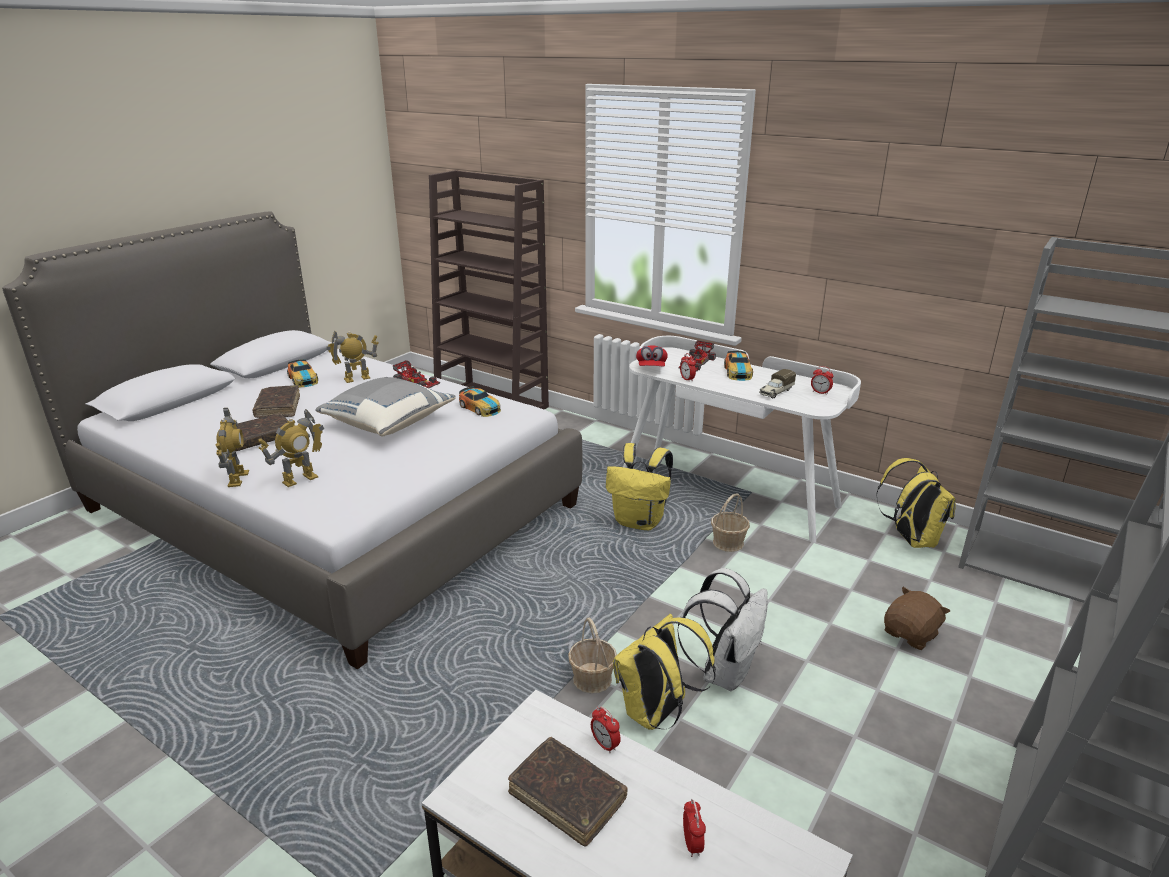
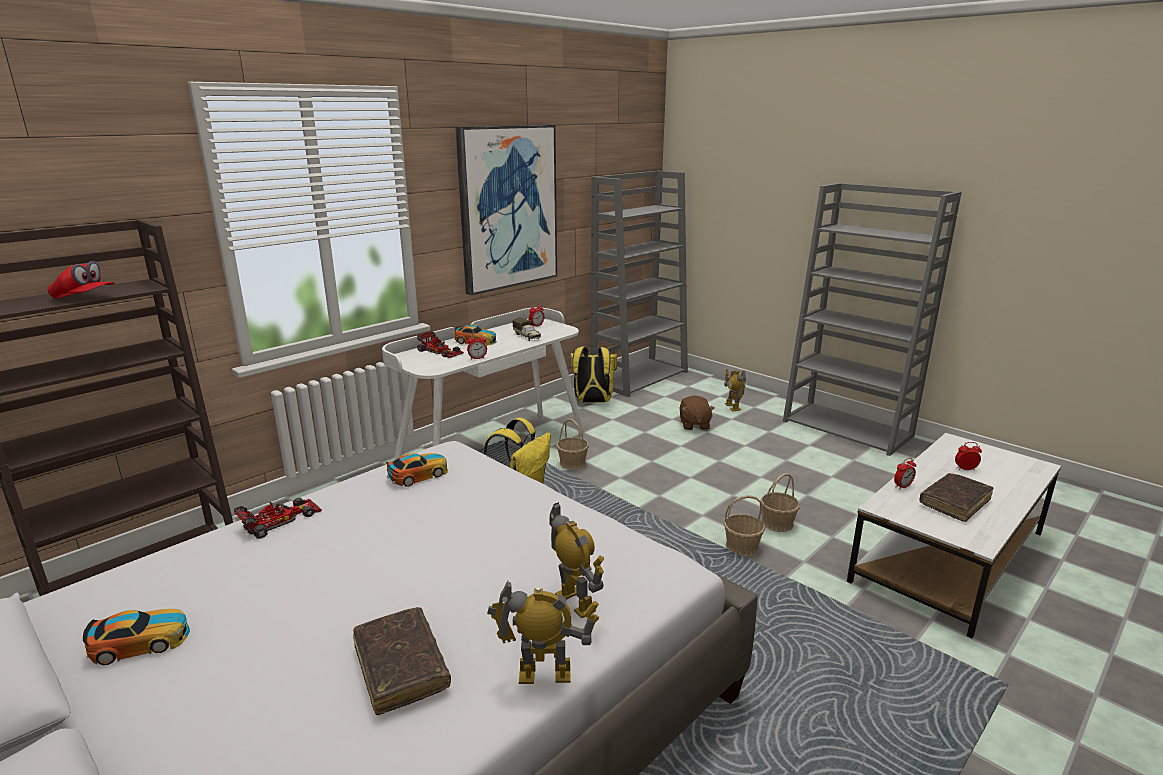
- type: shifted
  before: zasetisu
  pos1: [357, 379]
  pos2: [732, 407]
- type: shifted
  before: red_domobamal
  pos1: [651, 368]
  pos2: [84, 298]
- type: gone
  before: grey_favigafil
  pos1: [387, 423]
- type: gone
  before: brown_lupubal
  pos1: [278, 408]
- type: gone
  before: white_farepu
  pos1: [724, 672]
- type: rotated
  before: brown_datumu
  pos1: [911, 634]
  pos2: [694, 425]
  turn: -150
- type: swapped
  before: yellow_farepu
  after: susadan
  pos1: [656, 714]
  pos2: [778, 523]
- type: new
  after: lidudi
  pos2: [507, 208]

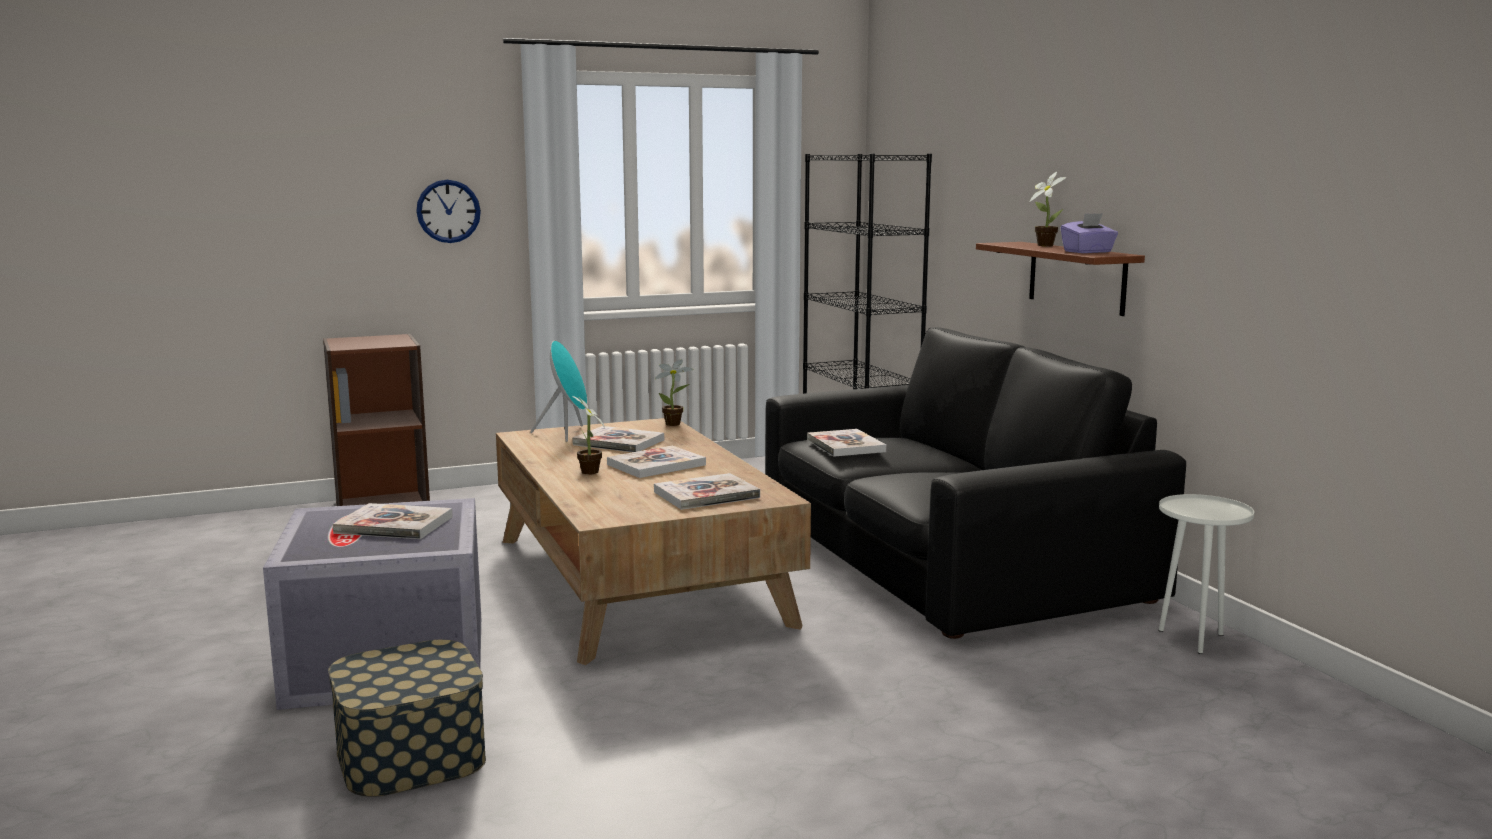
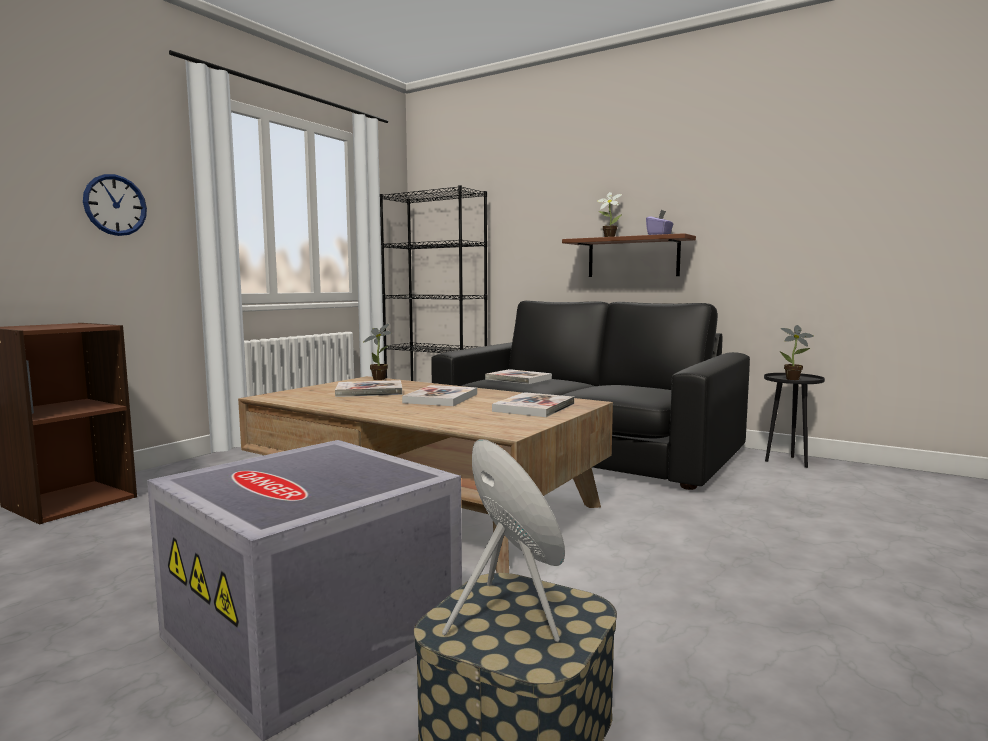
- type: shifted
  before: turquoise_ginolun
  pos1: [567, 433]
  pos2: [508, 614]
- type: shifted
  before: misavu
  pos1: [589, 473]
  pos2: [794, 379]
- type: repainted
  before: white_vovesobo
  after: black_vovesobo
  pos1: [1193, 639]
  pos2: [788, 461]
- type: gone
  before: lupubal
  pos1: [394, 525]

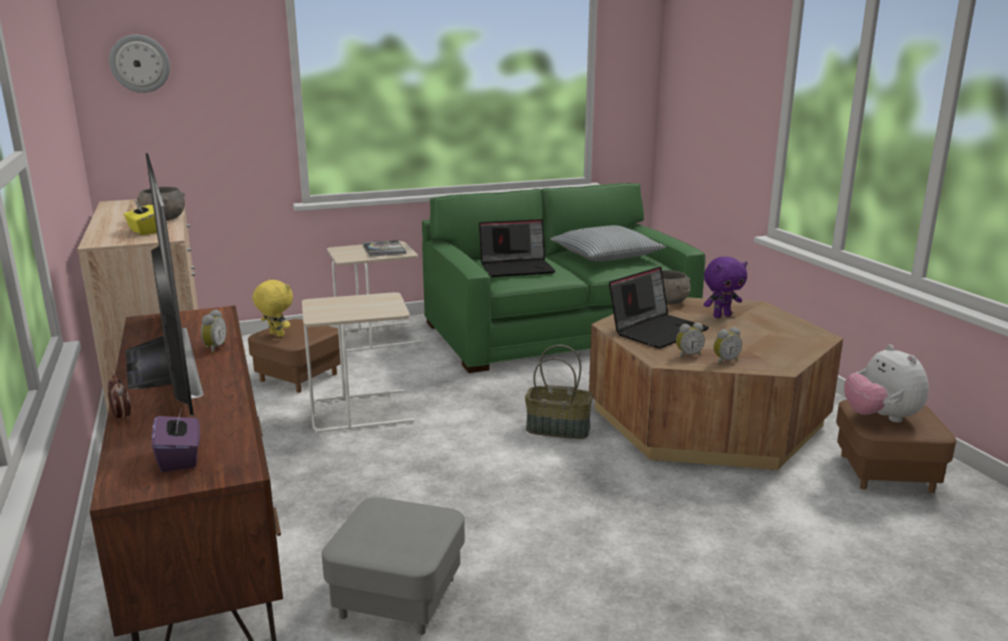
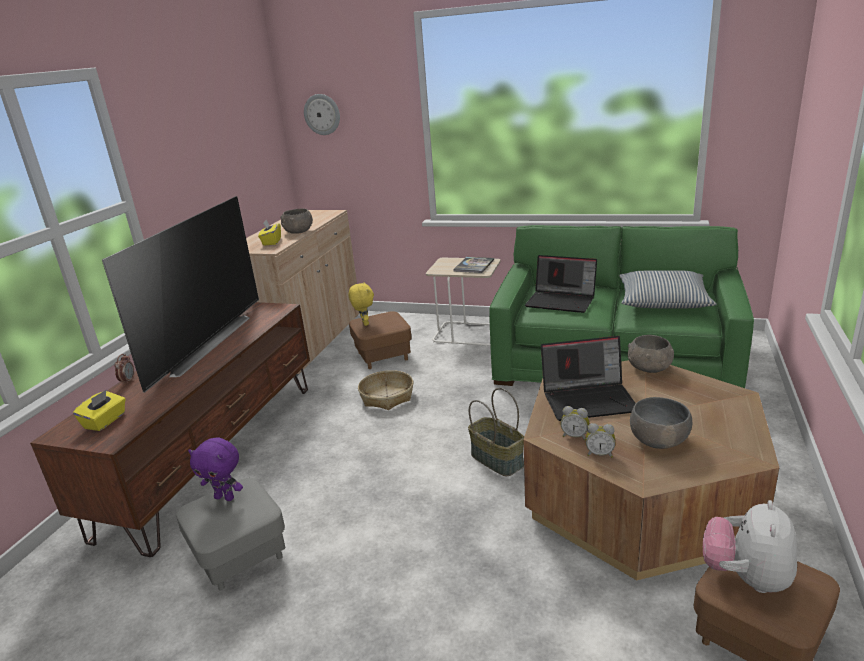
- type: shifted
  before: purple_datumu
  pos1: [721, 316]
  pos2: [225, 497]
- type: swapped
  before: beige_vovesobo
  after: susadan
  pos1: [362, 411]
  pos2: [387, 396]
- type: gone
  before: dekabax
  pos1: [214, 348]
- type: repainted
  before: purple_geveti
  after: yellow_geveti
  pos1: [180, 458]
  pos2: [105, 421]
- type: new
  after: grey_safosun
  pos2: [658, 441]

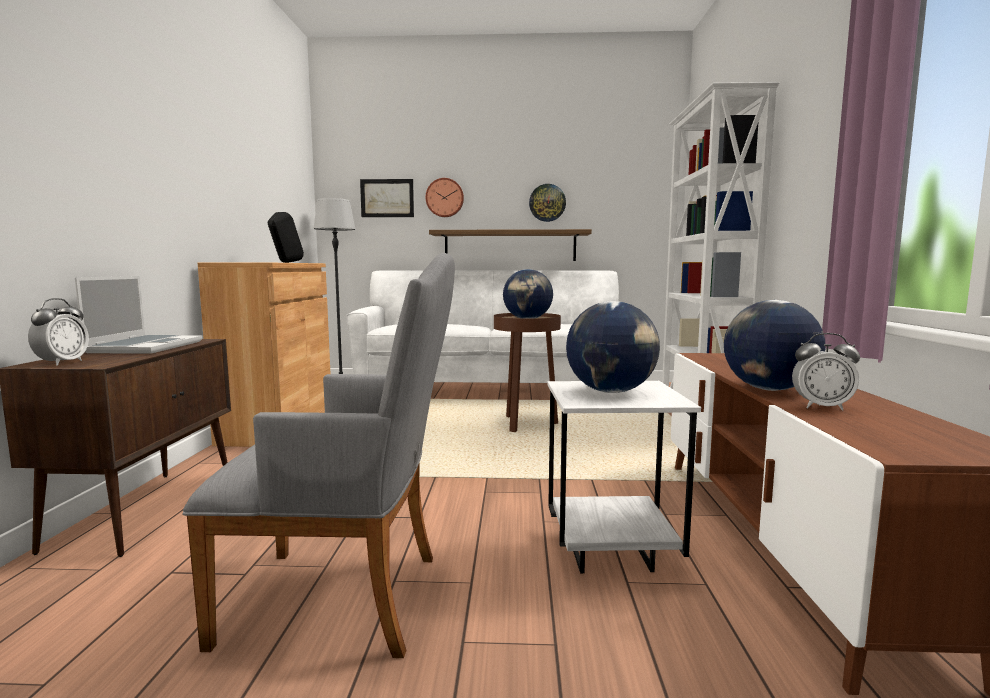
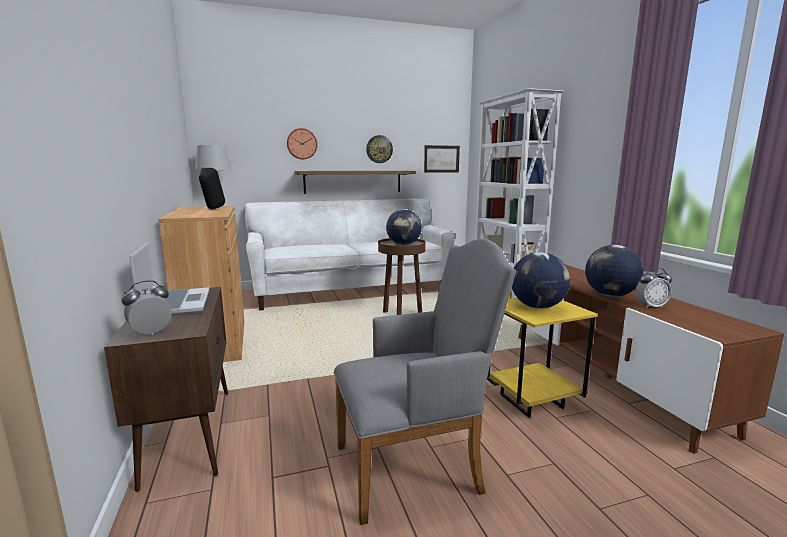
- type: shifted
  before: lidudi
  pos1: [387, 198]
  pos2: [441, 159]
- type: rotated
  before: dekabax
  pos1: [62, 363]
  pos2: [151, 333]
  turn: -120
- type: repainted
  before: white_vovesobo
  after: yellow_vovesobo
  pos1: [610, 554]
  pos2: [532, 402]

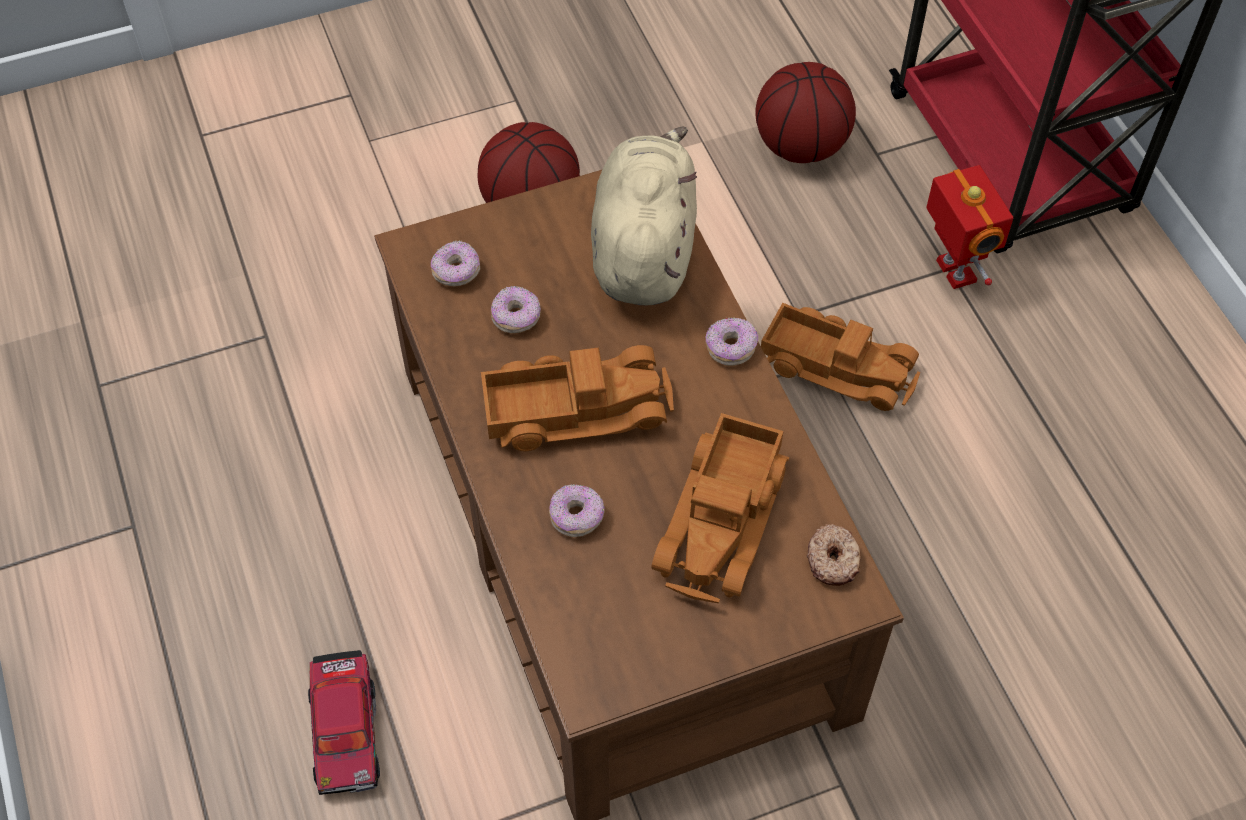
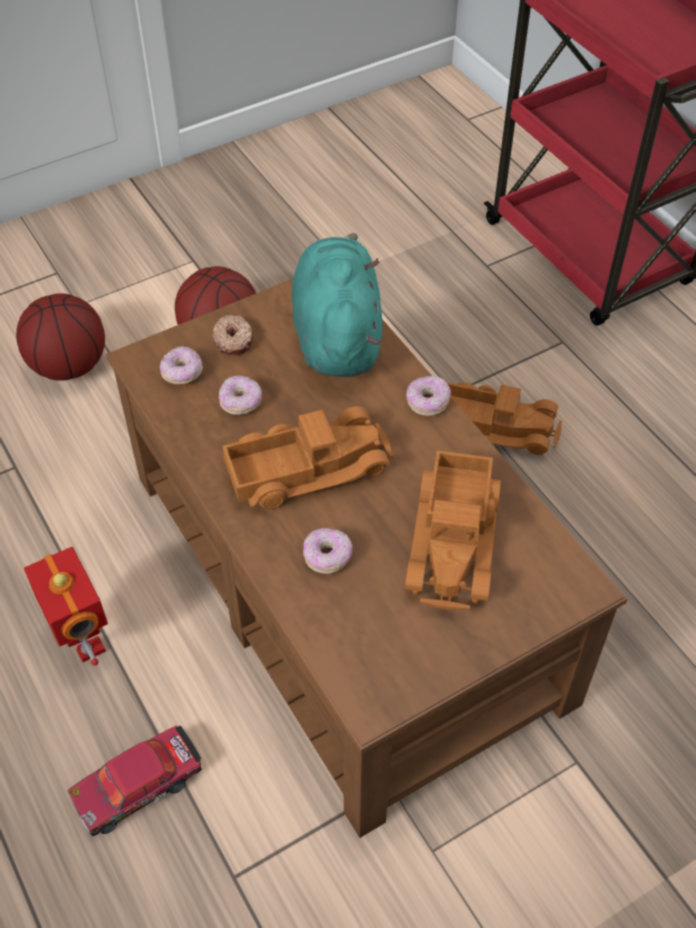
- type: shifted
  before: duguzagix
  pos1: [801, 147]
  pos2: [70, 366]
- type: repainted
  before: beige_datumu
  after: turquoise_datumu
  pos1: [643, 248]
  pos2: [337, 335]
- type: shifted
  before: zasetisu
  pos1: [953, 272]
  pos2: [84, 643]
- type: shifted
  before: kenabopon
  pos1: [833, 560]
  pos2: [234, 340]
- type: rotated
  before: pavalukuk
  pos1: [346, 729]
  pos2: [138, 786]
  turn: 75

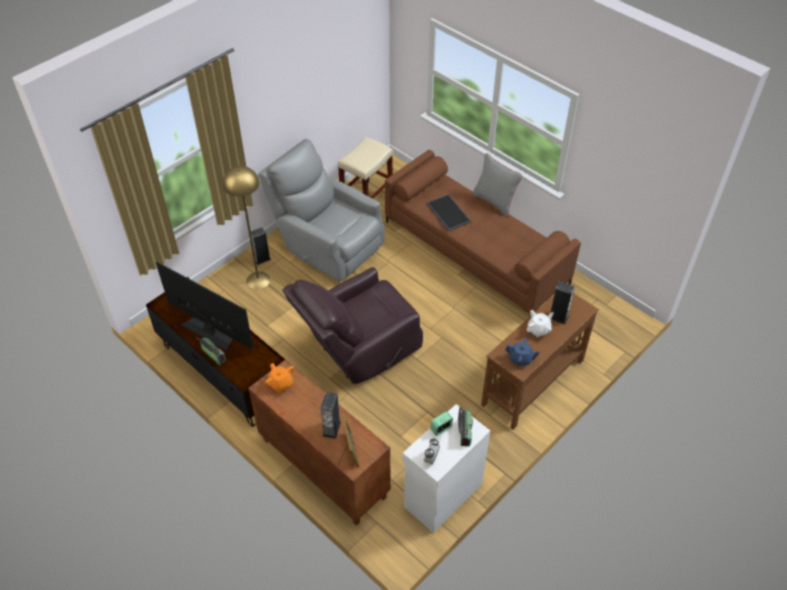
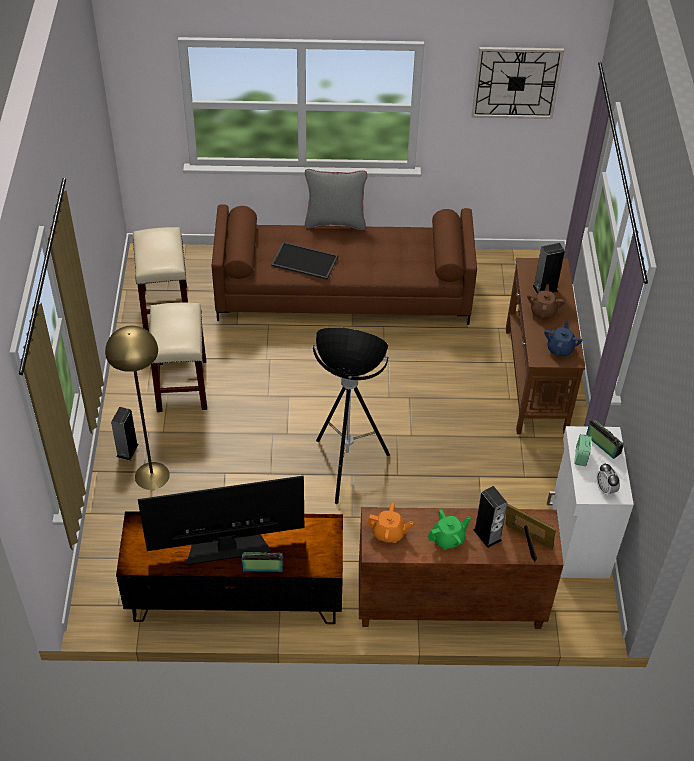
- type: swapped
  before: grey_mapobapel
  after: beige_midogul
  pos1: [327, 244]
  pos2: [181, 385]
- type: swapped
  before: brown_mapobapel
  after: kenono
  pos1: [358, 350]
  pos2: [346, 468]
- type: repainted
  before: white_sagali
  after: brown_sagali
  pos1: [538, 330]
  pos2: [543, 311]
- type: rotated
  before: blue_sagali
  pos1: [520, 359]
  pos2: [560, 349]
  turn: -45
- type: new
  after: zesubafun
  pos2: [516, 82]
- type: new
  after: green_sagali
  pos2: [448, 539]

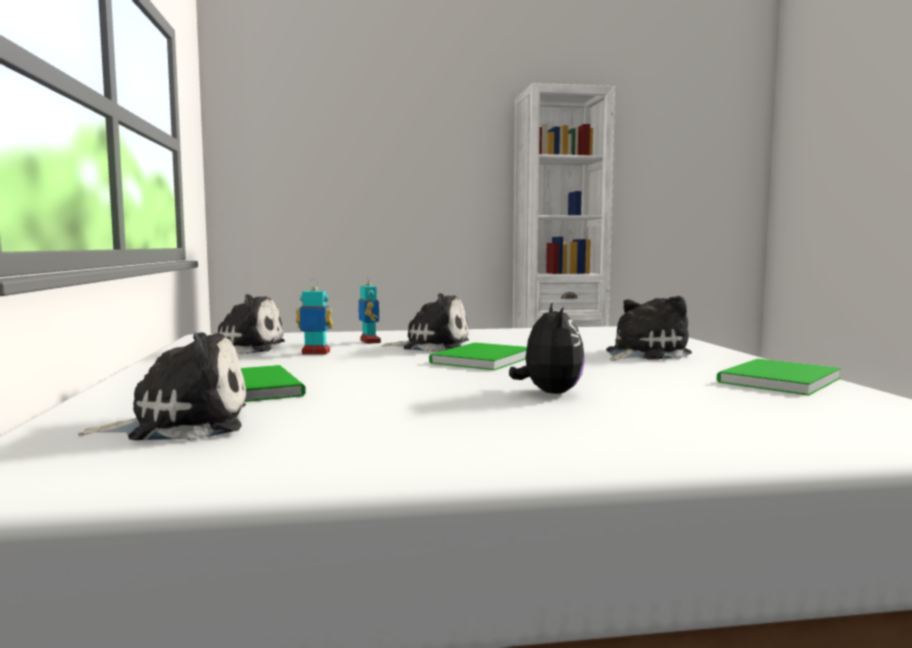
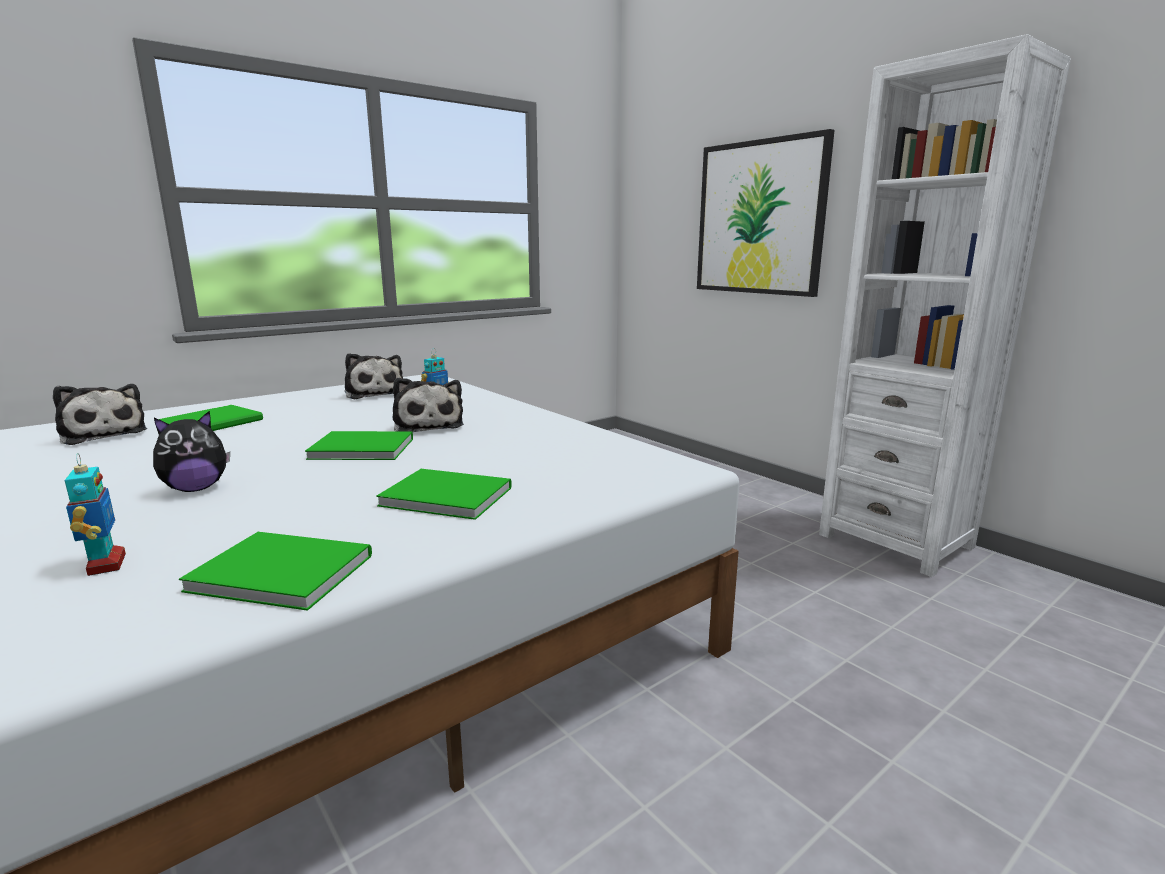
- type: shifted
  before: zasetisu
  pos1: [315, 353]
  pos2: [105, 565]
- type: swapped
  before: datumu
  after: green_lupubal
  pos1: [643, 354]
  pos2: [445, 495]
- type: new
  after: lidudi
  pos2: [759, 218]

